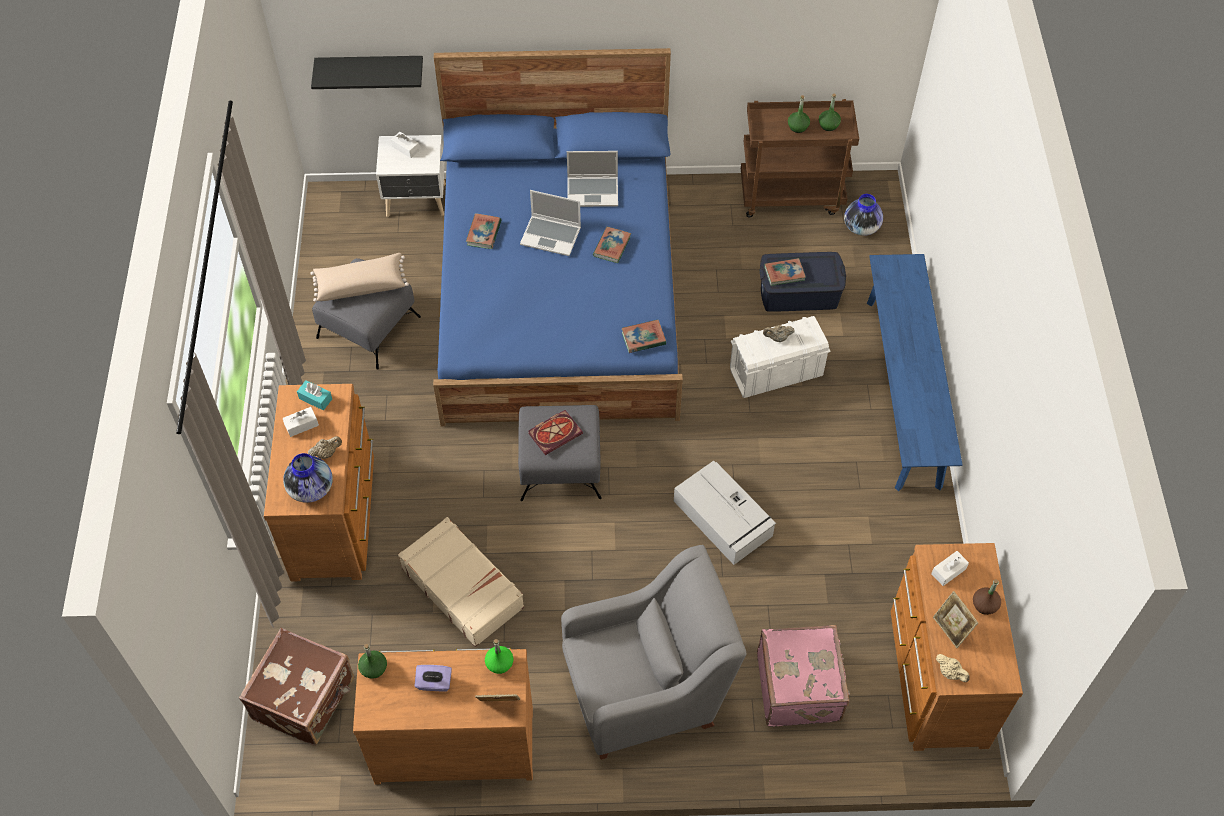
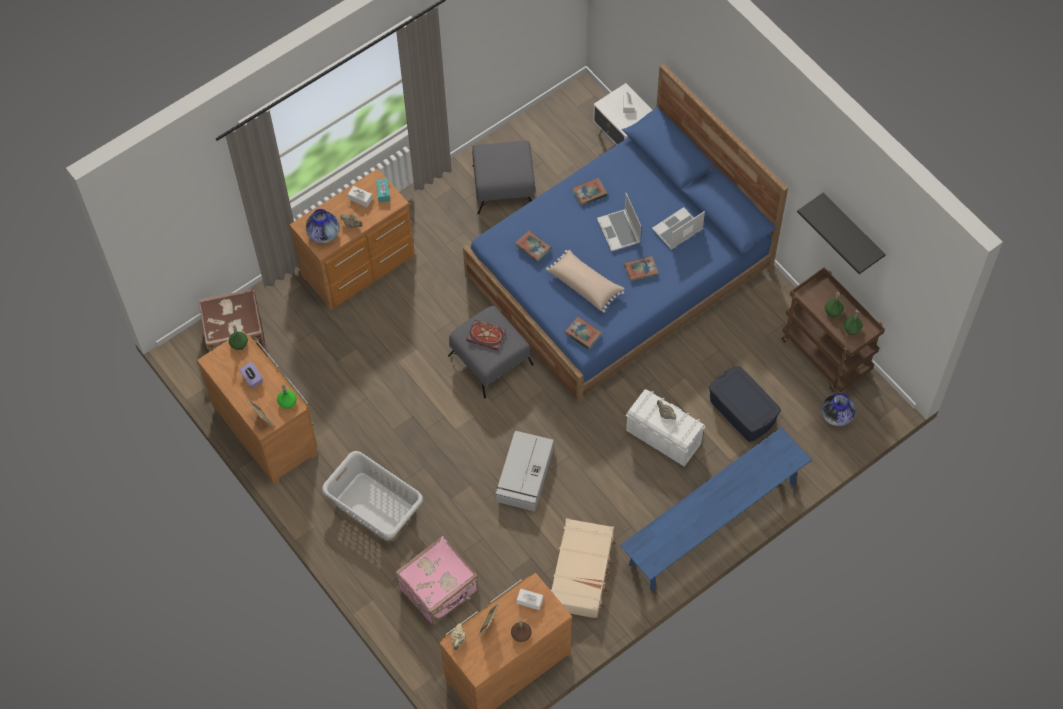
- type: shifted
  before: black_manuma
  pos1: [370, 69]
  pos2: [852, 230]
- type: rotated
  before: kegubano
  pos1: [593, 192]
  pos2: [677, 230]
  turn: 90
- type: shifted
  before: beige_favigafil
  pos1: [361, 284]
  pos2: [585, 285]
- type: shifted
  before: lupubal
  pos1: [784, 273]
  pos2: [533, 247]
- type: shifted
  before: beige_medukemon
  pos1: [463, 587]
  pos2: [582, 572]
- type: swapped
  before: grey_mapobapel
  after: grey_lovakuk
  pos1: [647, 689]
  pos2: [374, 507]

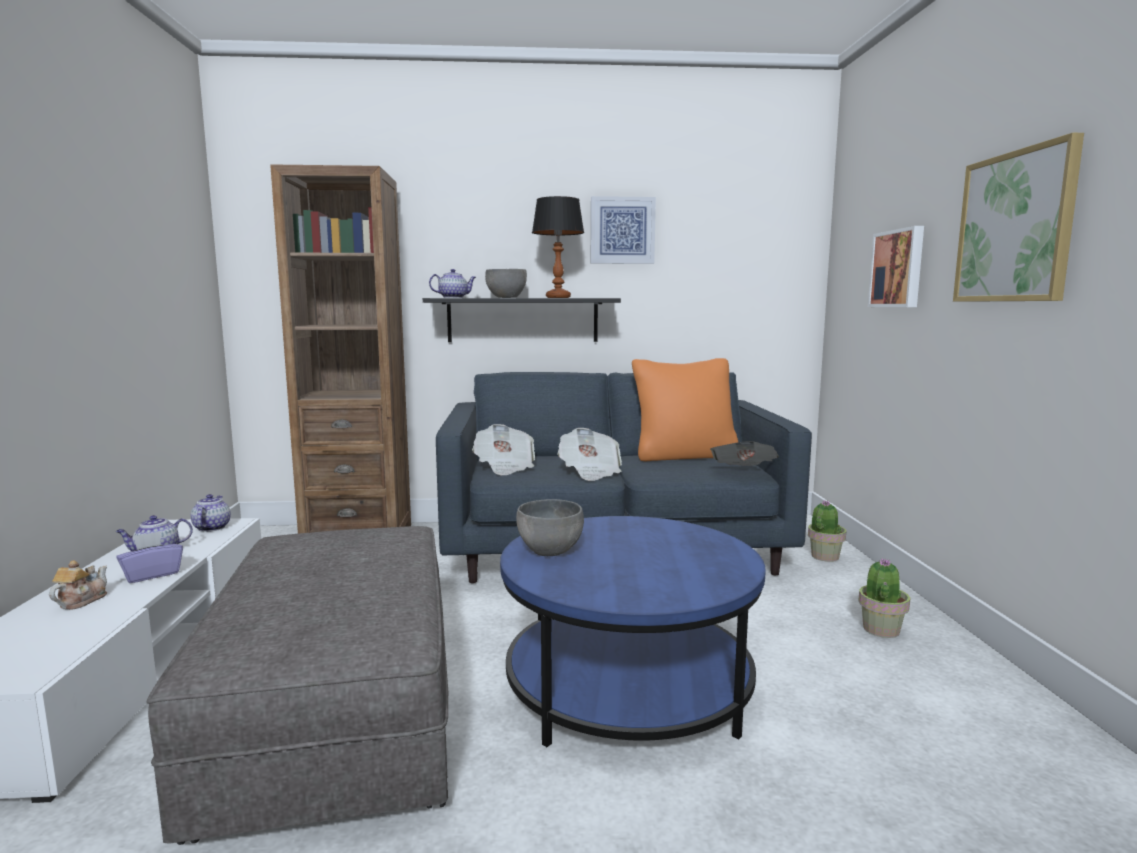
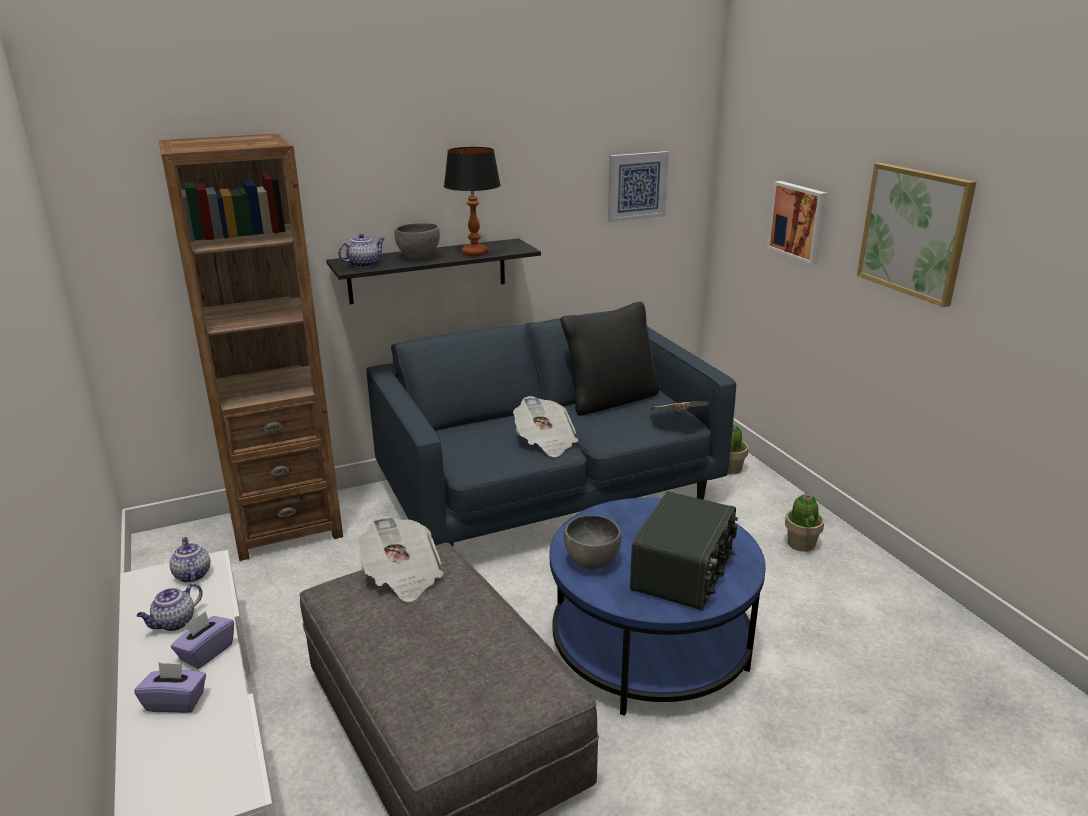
- type: shifted
  before: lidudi
  pos1: [622, 230]
  pos2: [637, 186]
- type: repainted
  before: orange_favigafil
  after: black_favigafil
  pos1: [684, 456]
  pos2: [610, 400]
- type: shifted
  before: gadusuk
  pos1: [504, 467]
  pos2: [402, 576]
- type: swapped
  before: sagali
  after: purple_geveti
  pos1: [81, 601]
  pos2: [176, 702]
- type: new
  after: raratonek
  pos2: [684, 573]

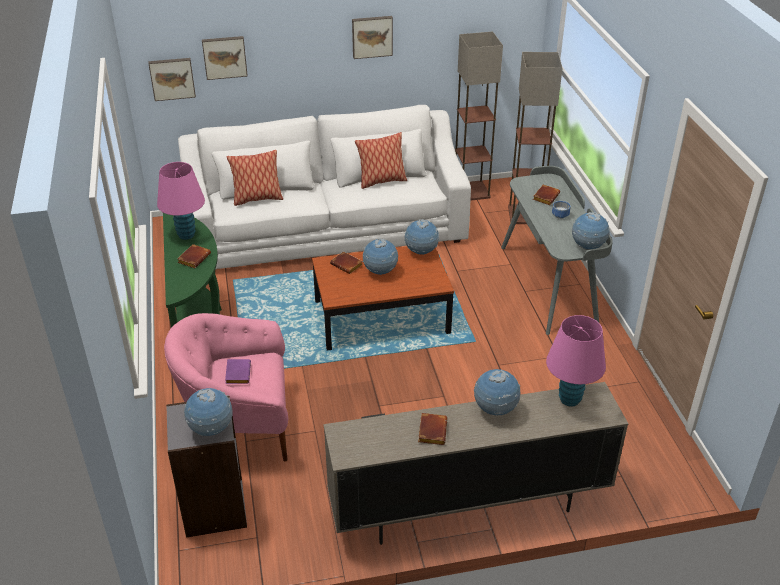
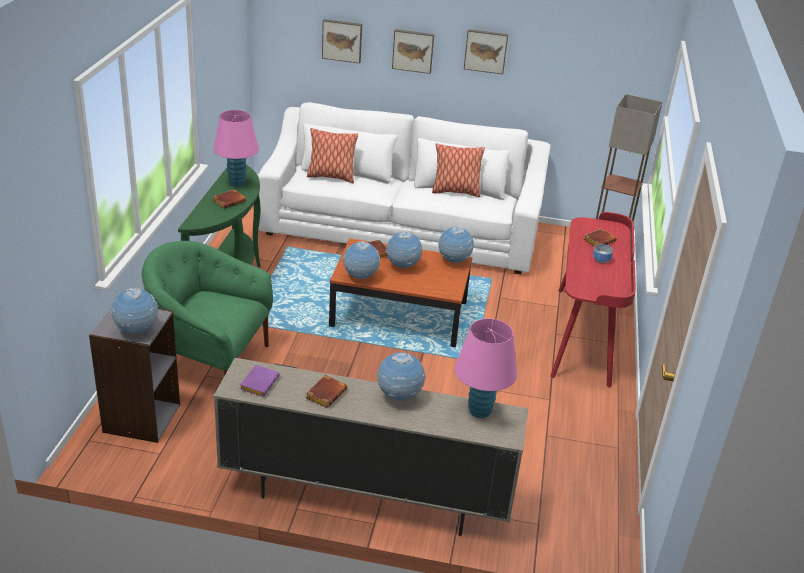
- type: gone
  before: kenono
  pos1: [471, 191]
- type: shifted
  before: lidudi
  pos1: [172, 78]
  pos2: [413, 50]
- type: repainted
  before: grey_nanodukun
  after: red_nanodukun
  pos1: [549, 285]
  pos2: [584, 335]
- type: shifted
  before: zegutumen
  pos1: [587, 247]
  pos2: [360, 277]
- type: repainted
  before: pink_mapobapel
  after: green_mapobapel
  pos1: [241, 427]
  pos2: [209, 363]
- type: shifted
  before: purple_lupubal
  pos1: [237, 373]
  pos2: [259, 383]

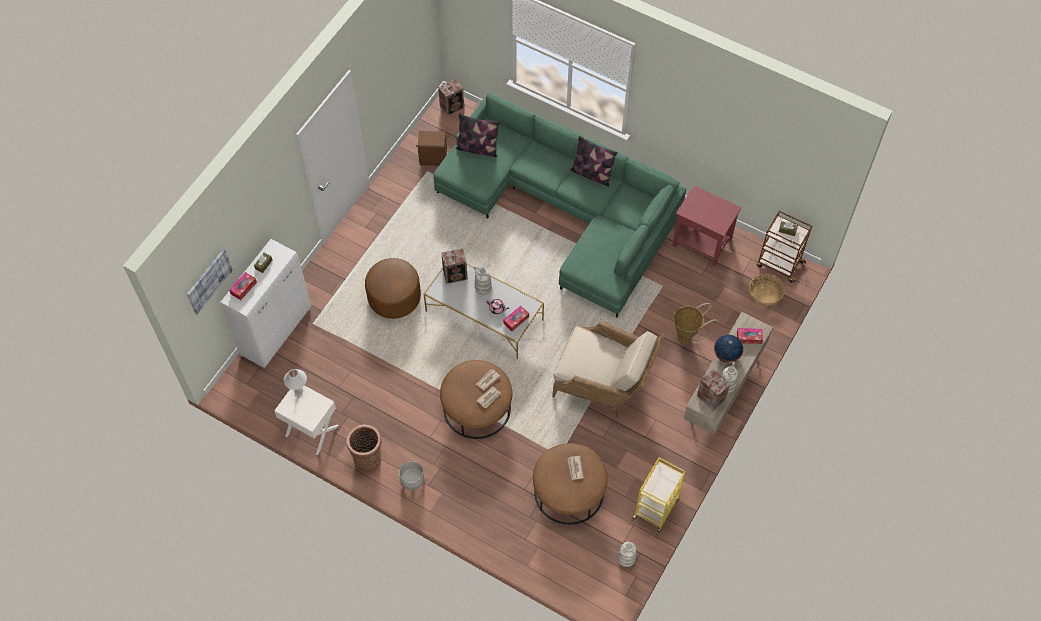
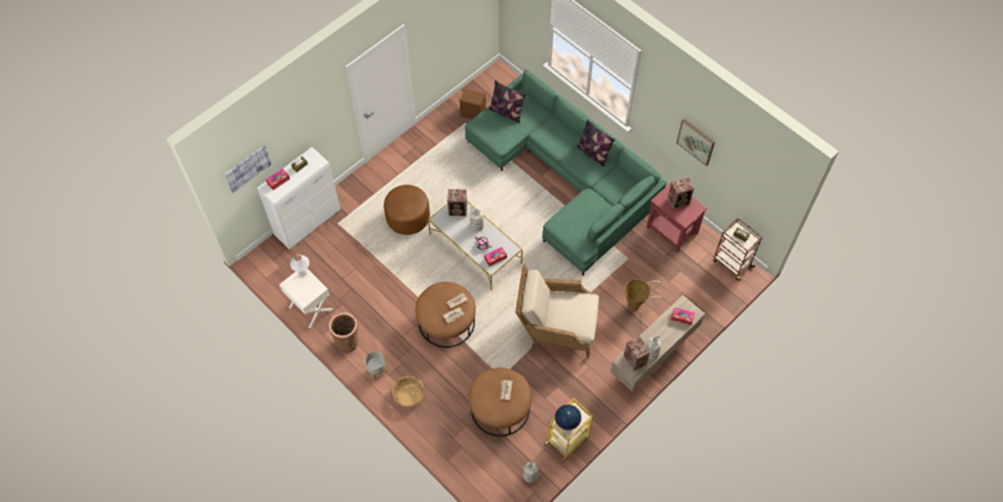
- type: shifted
  before: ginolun
  pos1: [452, 107]
  pos2: [679, 201]
- type: shifted
  before: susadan
  pos1: [765, 295]
  pos2: [408, 395]
- type: rotated
  before: beige_mapobapel
  pos1: [604, 383]
  pos2: [556, 327]
  turn: 150
- type: shifted
  before: zegutumen
  pos1: [726, 355]
  pos2: [567, 422]
- type: new
  after: lidudi
  pos2: [696, 141]

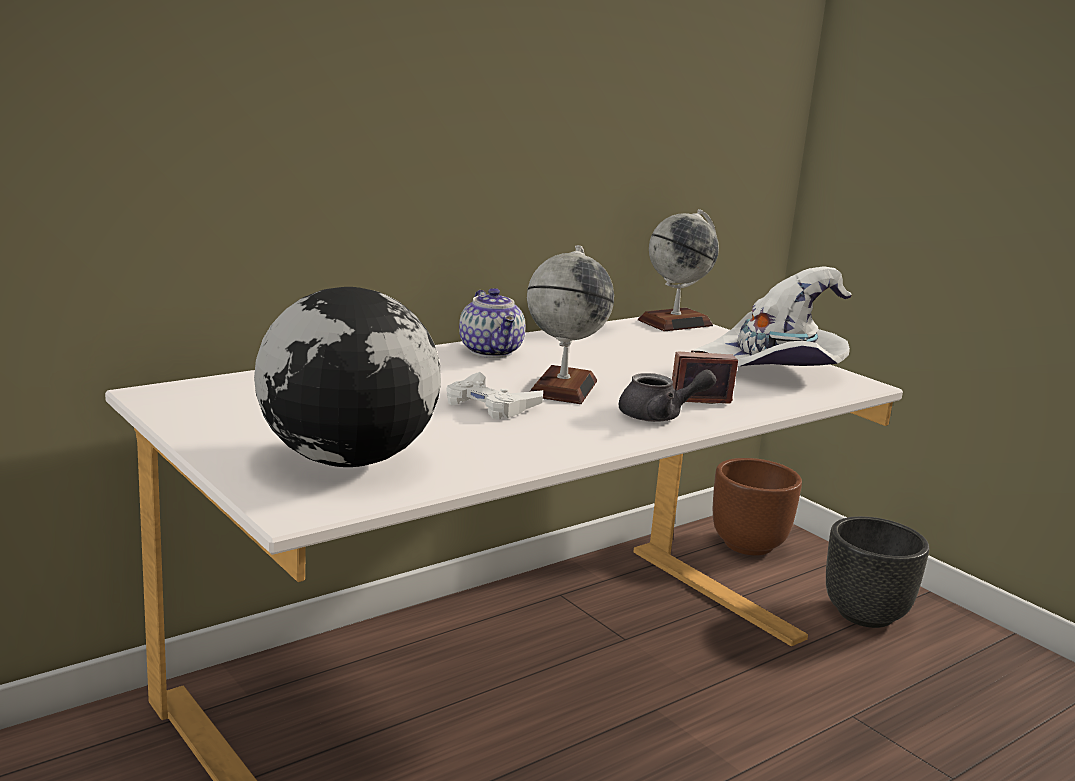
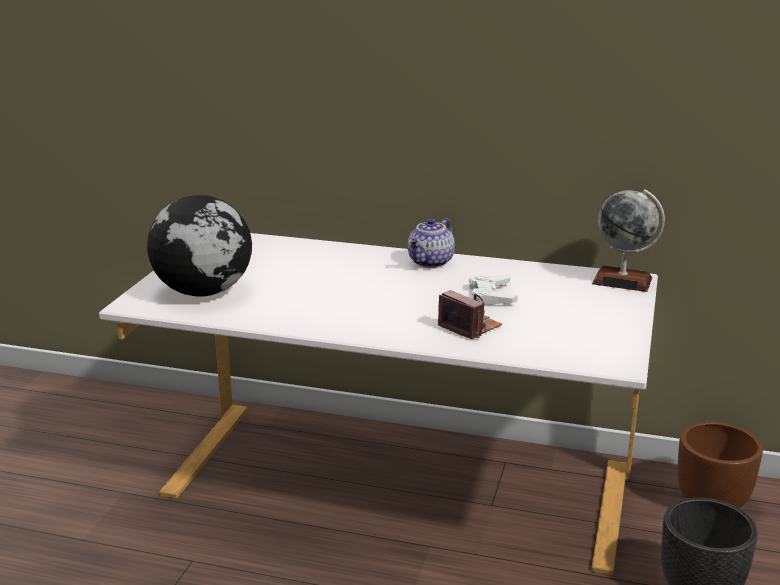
- type: gone
  before: zegutumen
  pos1: [562, 388]
- type: gone
  before: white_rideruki
  pos1: [770, 368]
- type: gone
  before: grey_sagali
  pos1: [659, 416]
- type: shifted
  before: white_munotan
  pos1: [490, 404]
  pos2: [491, 295]

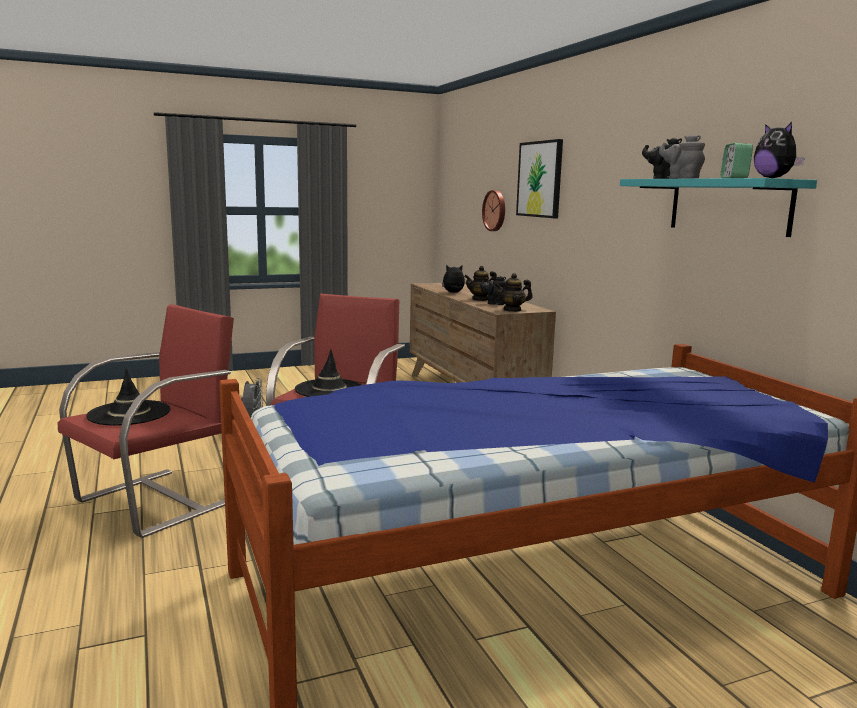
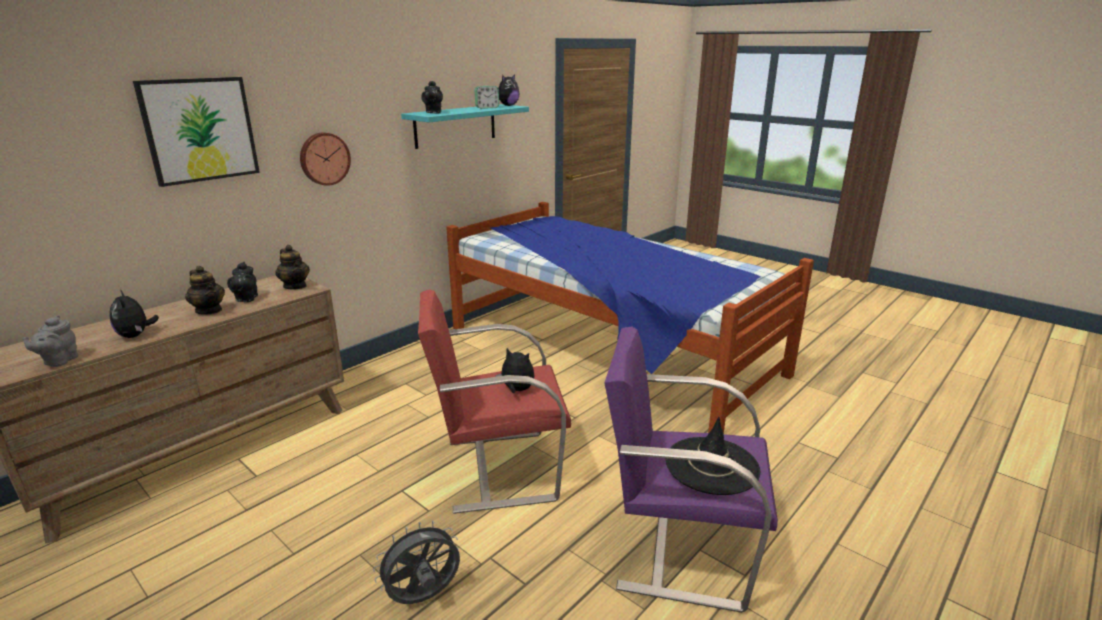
- type: shifted
  before: grey_sagali
  pos1: [681, 178]
  pos2: [59, 361]
- type: shifted
  before: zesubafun
  pos1: [495, 210]
  pos2: [324, 158]
- type: repainted
  before: red_mapobapel
  after: purple_mapobapel
  pos1: [157, 501]
  pos2: [680, 546]
- type: swapped
  before: black_rideruki
  after: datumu
  pos1: [329, 389]
  pos2: [517, 390]

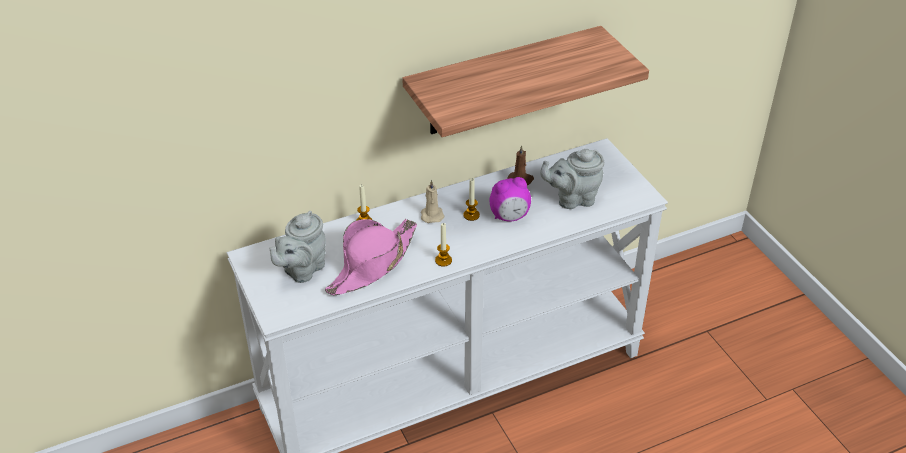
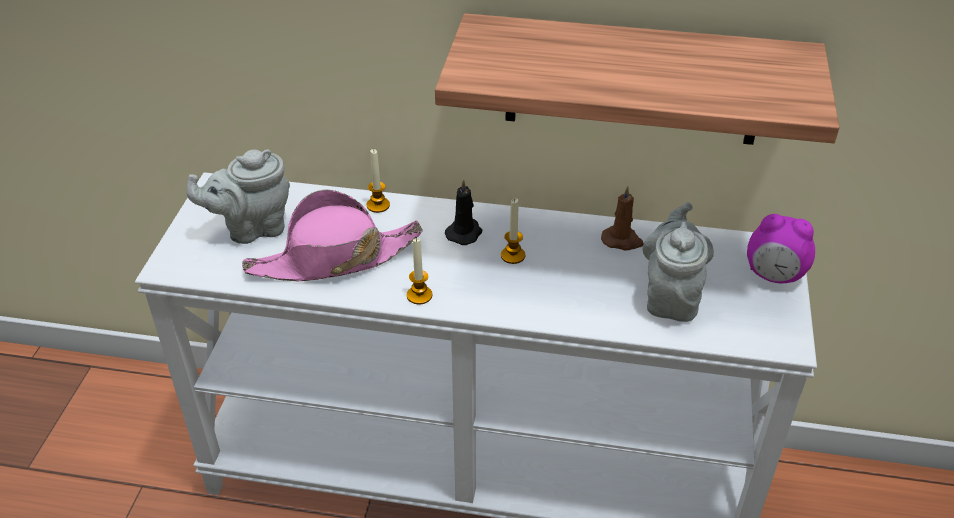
- type: rotated
  before: grey_sagali
  pos1: [572, 199]
  pos2: [671, 296]
  turn: 75
- type: shifted
  before: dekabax
  pos1: [509, 217]
  pos2: [774, 276]
- type: repainted
  before: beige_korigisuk
  after: black_korigisuk
  pos1: [432, 215]
  pos2: [464, 233]

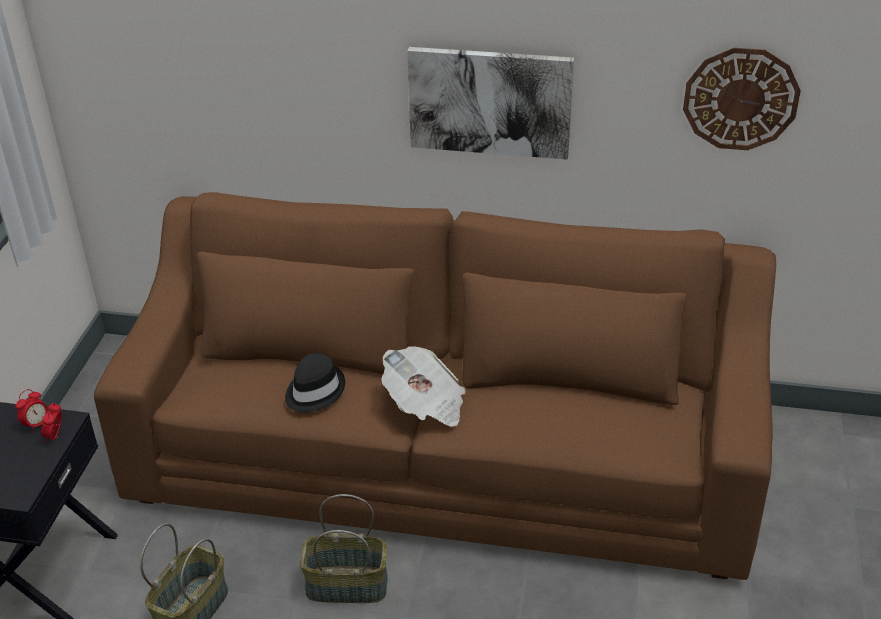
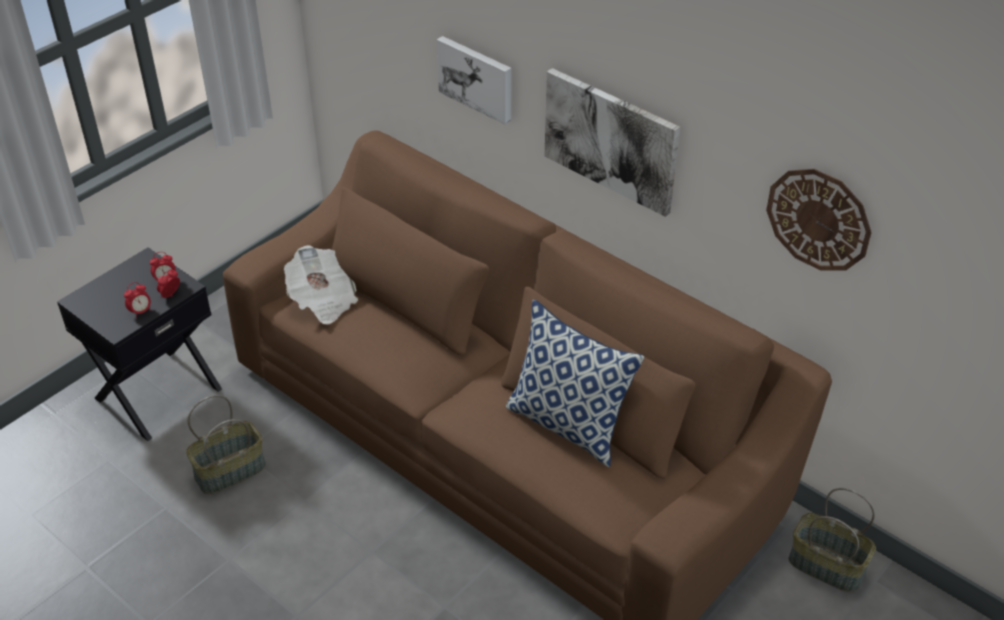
- type: shifted
  before: gadusuk
  pos1: [425, 404]
  pos2: [323, 299]
- type: gone
  before: black_rideruki
  pos1: [314, 391]
- type: shifted
  before: susadan
  pos1: [346, 586]
  pos2: [825, 566]
- type: new
  after: lidudi
  pos2: [476, 78]
- type: new
  after: dekabax
  pos2: [141, 312]
- type: new
  after: favigafil
  pos2: [569, 424]

